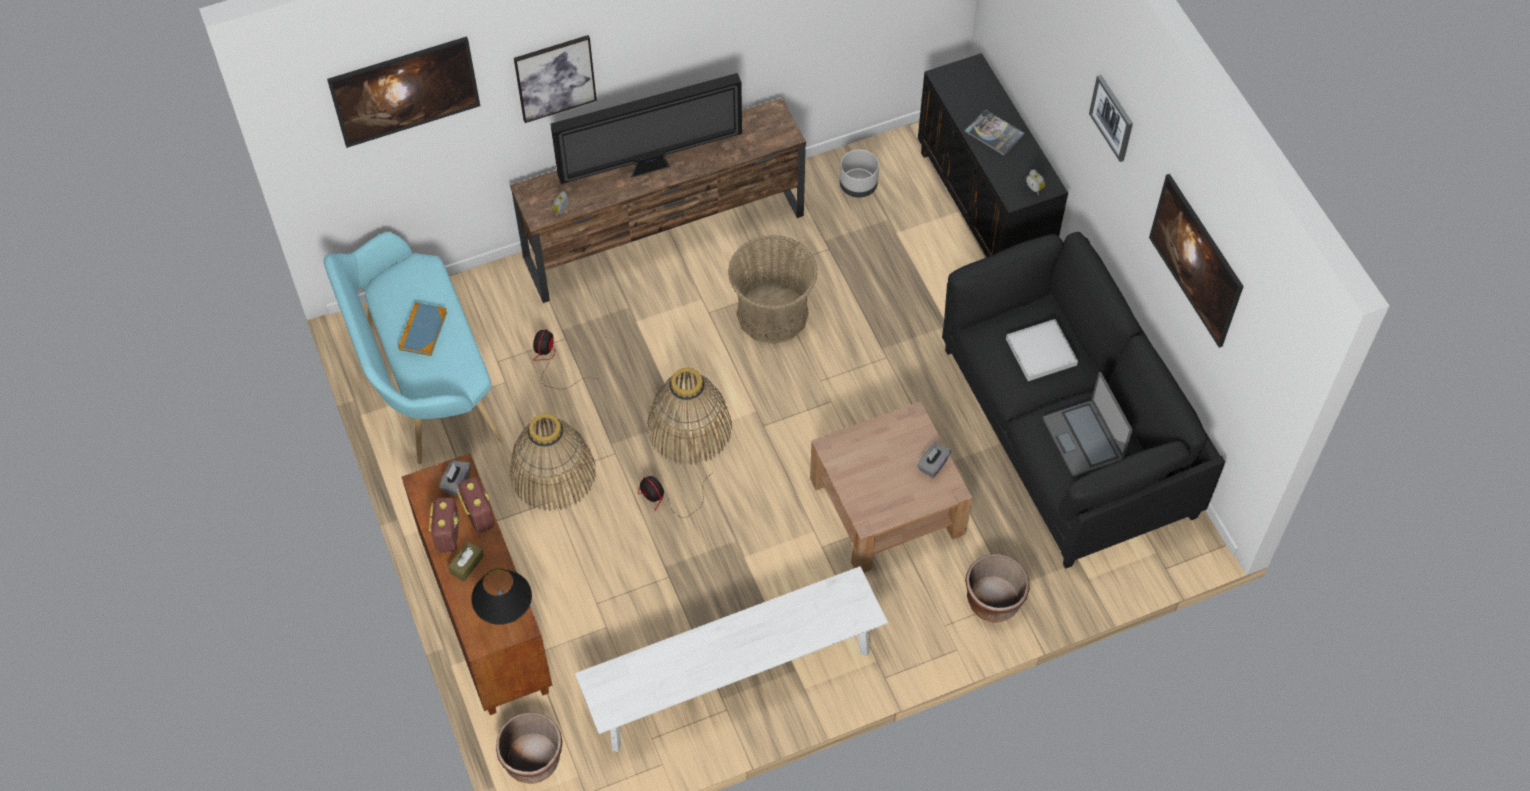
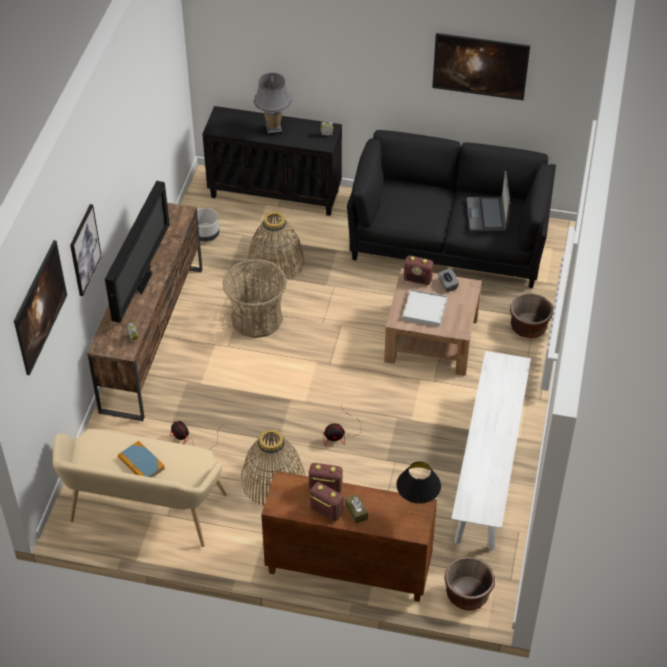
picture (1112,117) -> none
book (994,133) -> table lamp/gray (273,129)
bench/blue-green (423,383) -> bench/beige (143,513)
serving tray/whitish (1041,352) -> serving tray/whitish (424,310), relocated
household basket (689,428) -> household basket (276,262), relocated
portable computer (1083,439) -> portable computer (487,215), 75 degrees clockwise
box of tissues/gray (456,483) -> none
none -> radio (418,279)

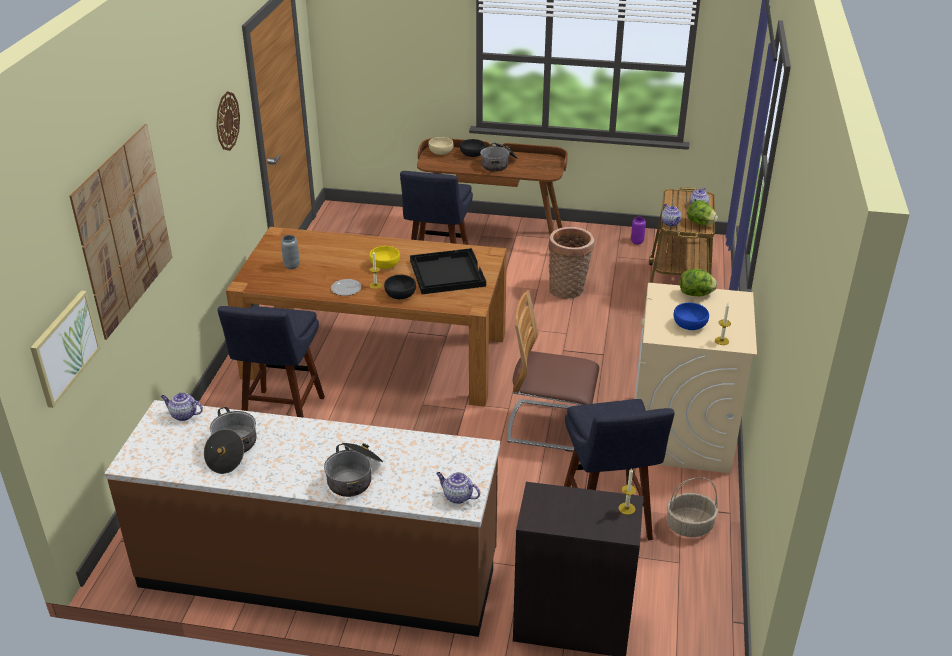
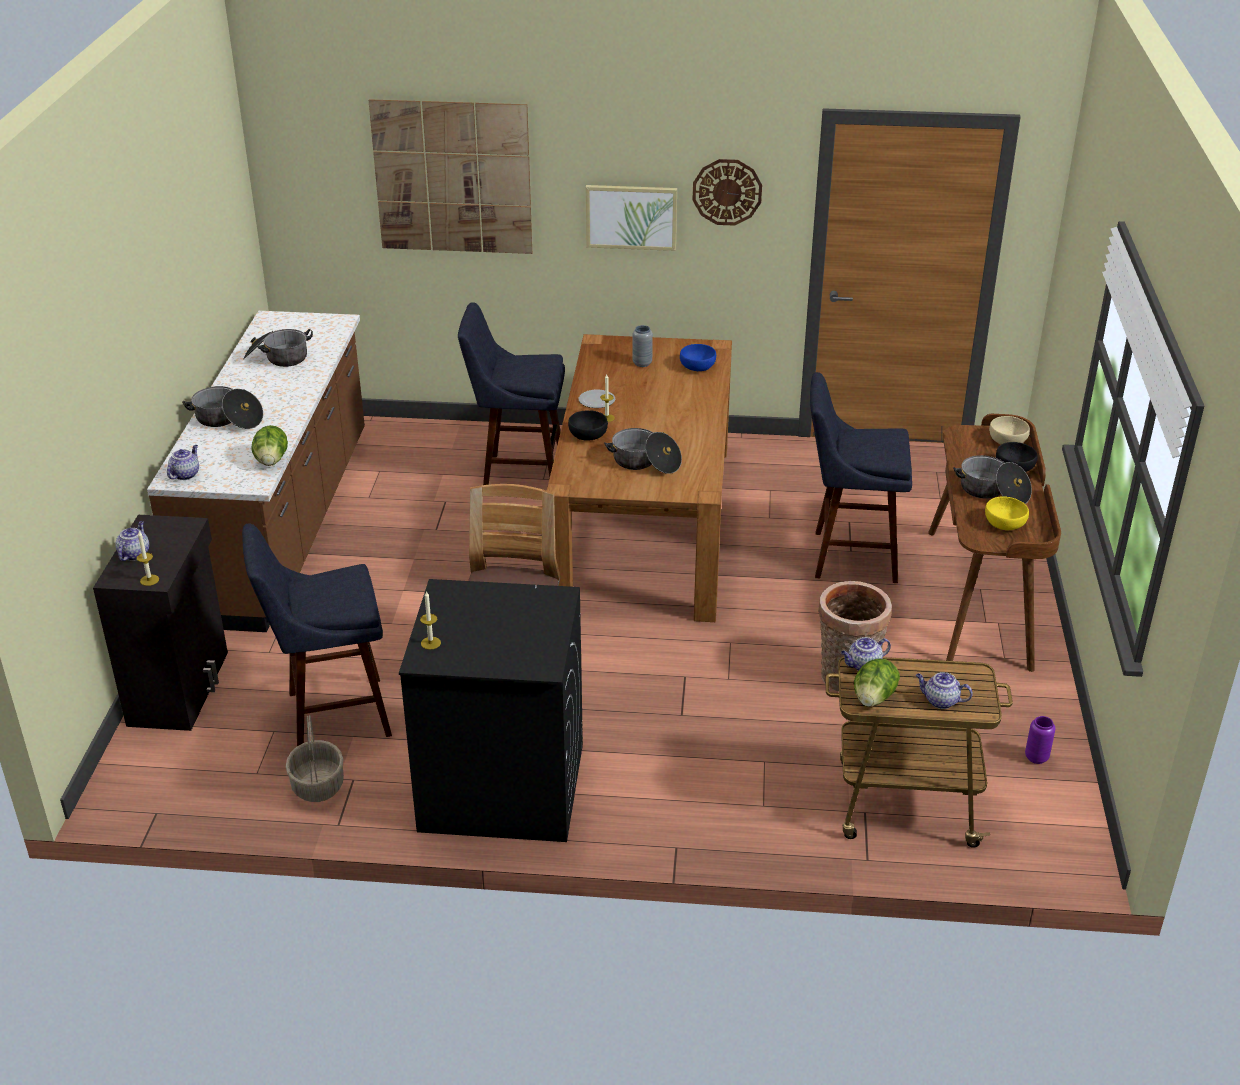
serving bowl/yellow (385,265) -> serving bowl/yellow (1004,524), relocated
serving tray/black (446,273) -> cooking pot (645,462)
lettuce head (696,294) -> lettuce head (271,461), relocated
laundry machine/beige (681,434) -> laundry machine/black (501,787)
picture (64,347) -> picture (631,217), relocated
serving bowl/blue (689,325) -> serving bowl/blue (697,366), relocated
tea pot (183,415) -> tea pot (134,554), relocated

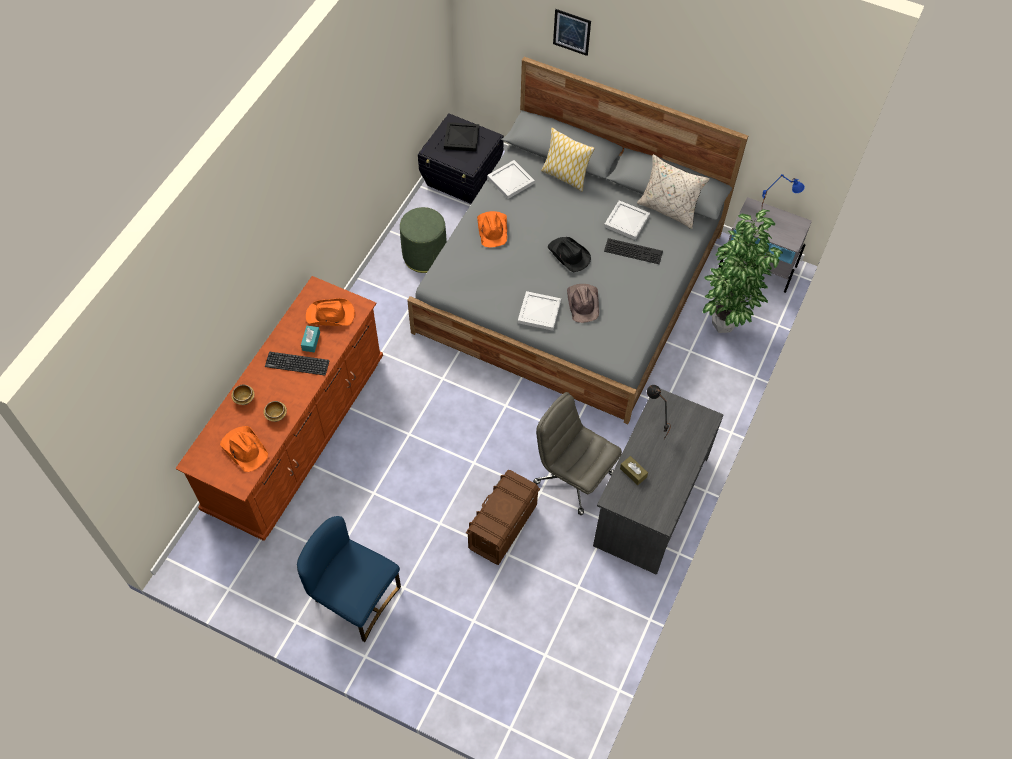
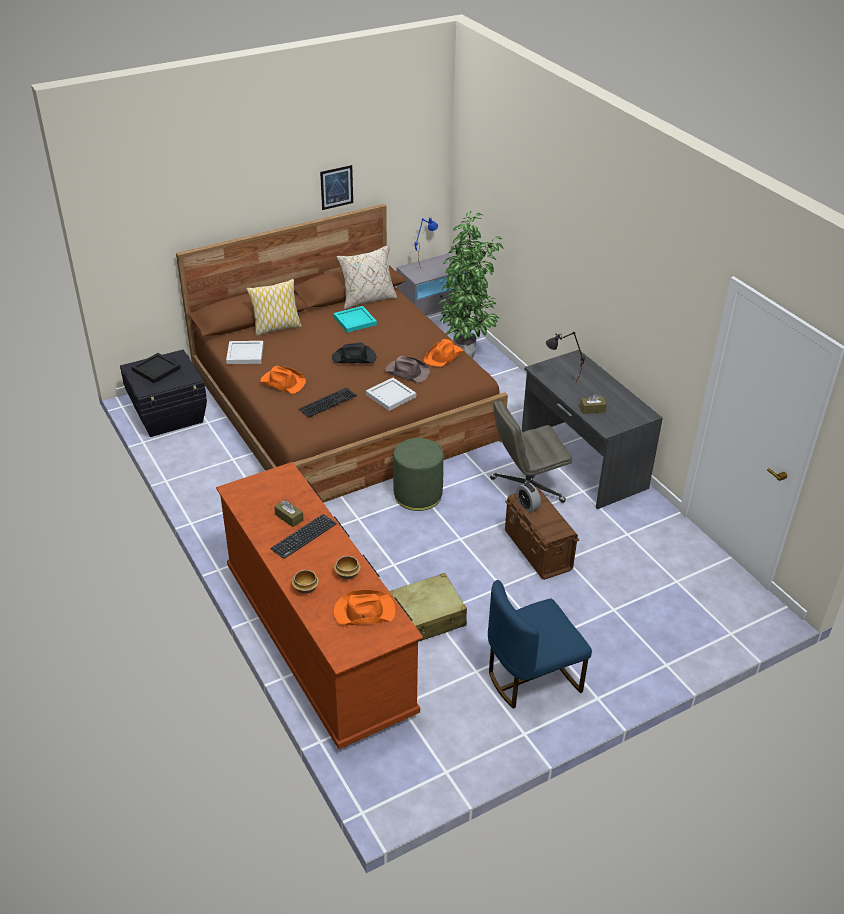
picture (571,32) -> picture (336,187), relocated
bed/gray (571,282) -> bed/brownish (343,407)
serving tray/whitish (627,222) -> serving tray/blue-green (355,321)
pouffe/green-coloured (425,255) -> pouffe/green-coloured (418,495), relocated
PC keyboard (634,250) -> PC keyboard (327,401), relocated
wearable hat/orange (331,315) -> wearable hat/orange (444,356), relocated
box of tissues/blue-green (311,341) -> box of tissues/brownish (289,517)
none -> bedside clock (527,505)
none -> suitcase/beige (427,617)

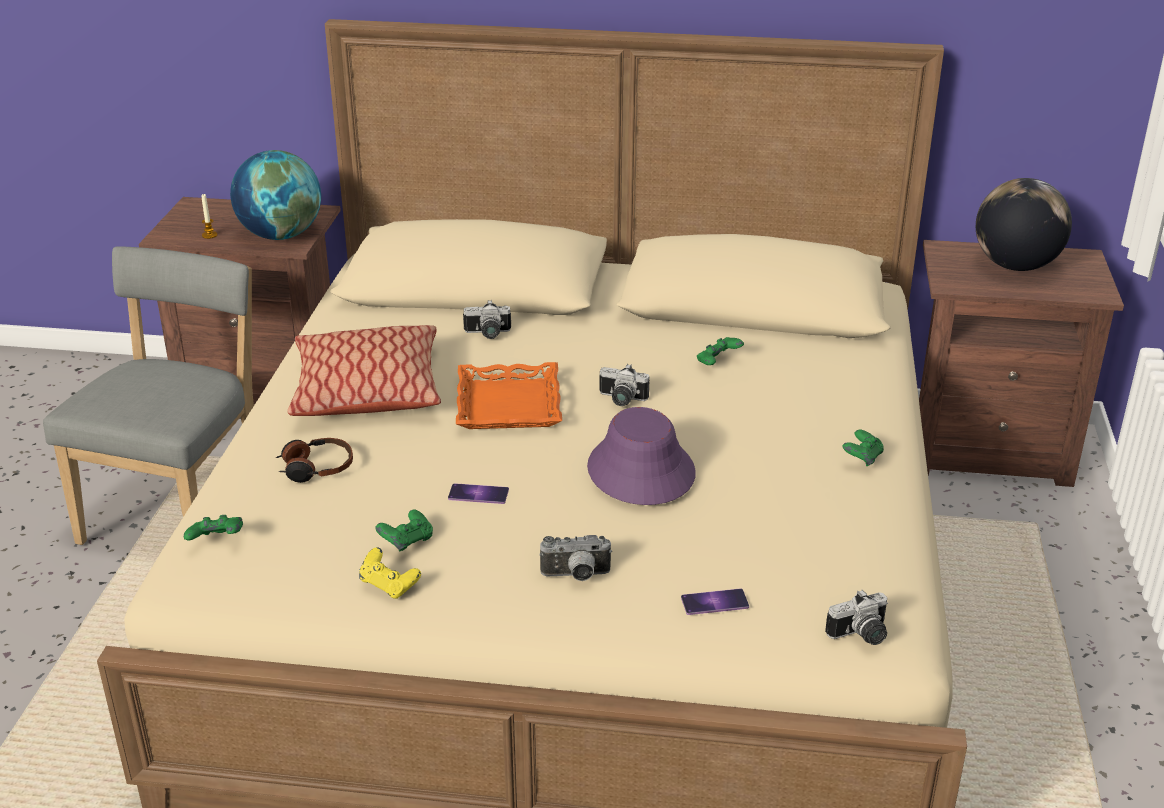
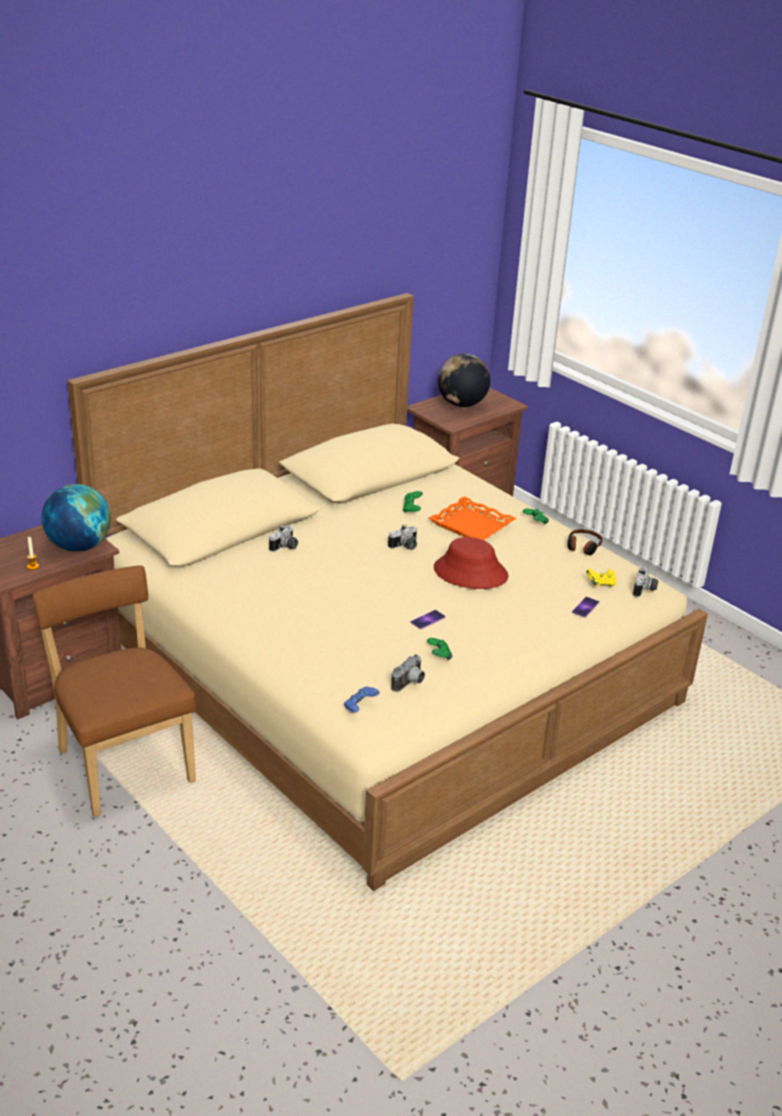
upright chair/gray (182,510) -> upright chair/brownish (123,762)
pillow (367,390) -> none
serving tray/orange (507,404) -> serving tray/orange (471,525), relocated
wearable hat/purple-coloured (640,471) -> wearable hat/reddish (470,573)
headphones (316,468) -> headphones (583,547), relocated
game controller/green-coloured (217,541) -> game controller/blue (360,707)
still camera (576,576) -> still camera (410,684), relocated
game controller/yellow (389,586) -> game controller/yellow (600,584), relocated

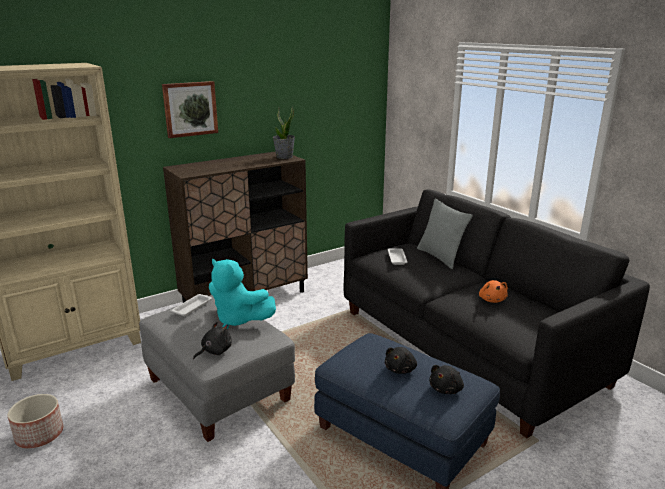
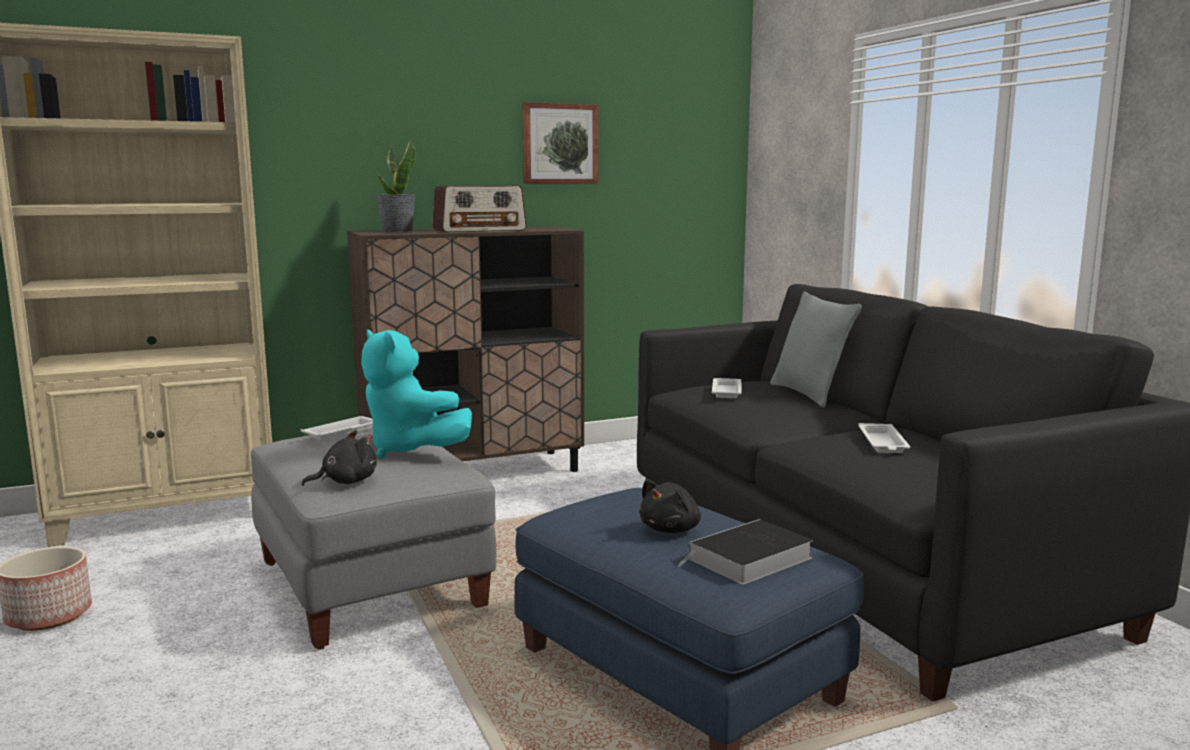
picture (190,109) -> picture (559,144), relocated
houseplant (284,157) -> houseplant (397,231), relocated
cuddly toy/orange (492,300) -> serving tray/whitish (883,443)
cuddly toy/black (446,389) -> book (748,560)
none -> radio (479,230)

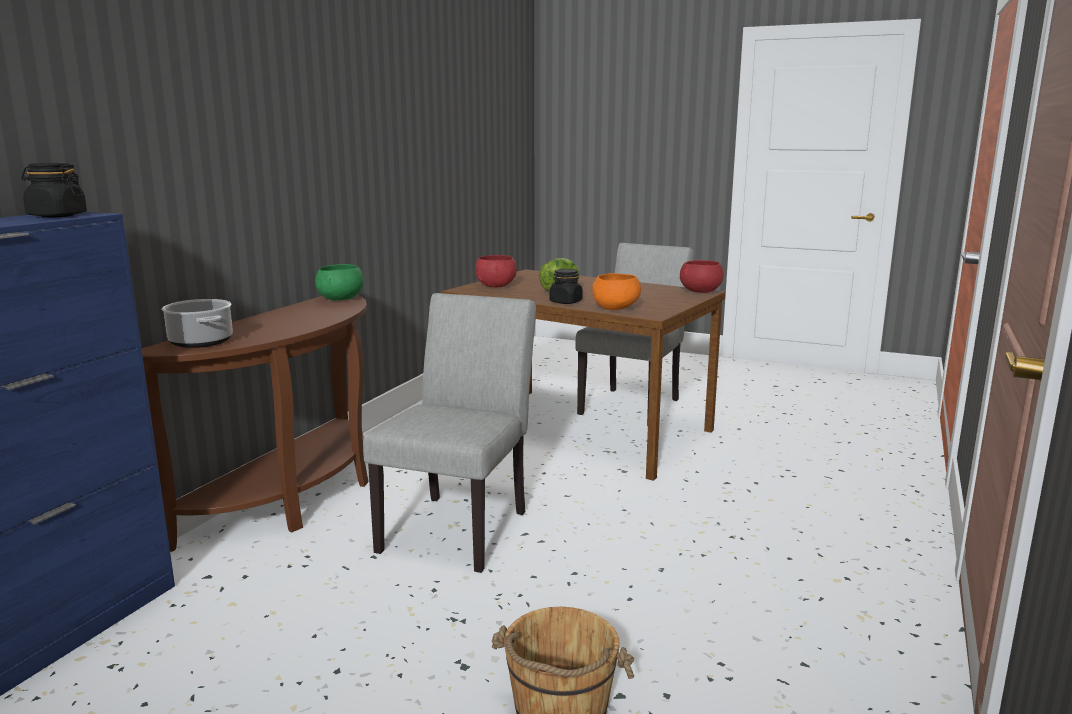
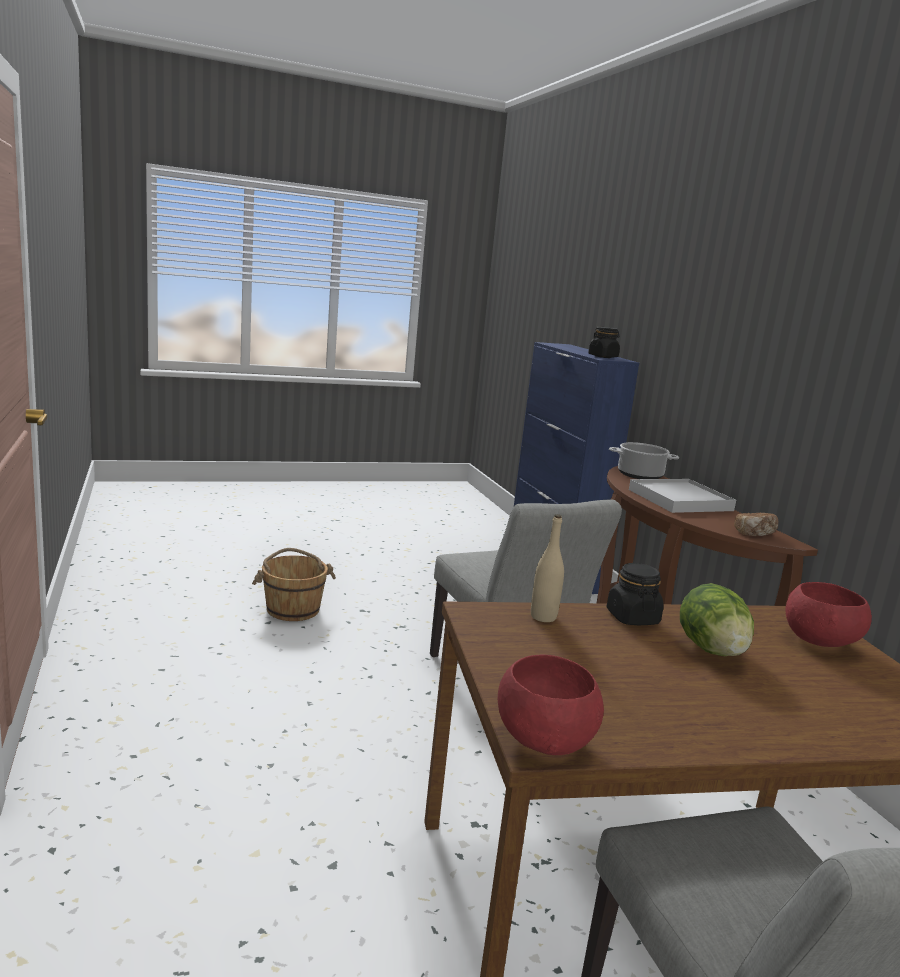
serving bowl/green-coloured (341,299) -> bread (755,533)
serving bowl/orange (616,309) -> drink bottle/beige (543,617)
none -> serving tray/whitish (679,500)

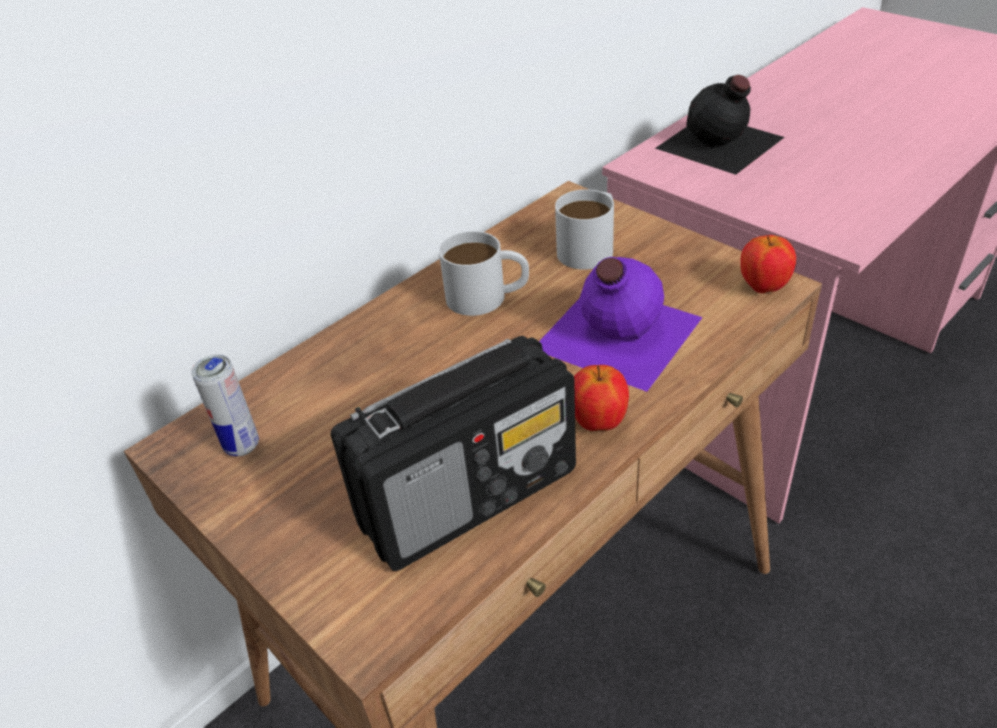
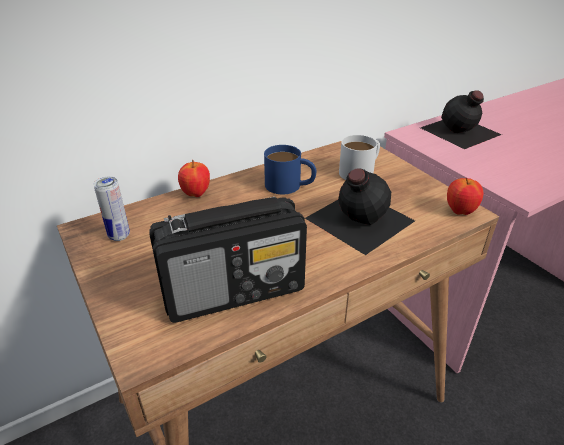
coffee mug/whitish (488,296) -> coffee mug/blue (290,185)
drink bottle/purple-coloured (615,333) -> drink bottle/black (357,219)
whole apple (598,423) -> whole apple (196,194), relocated

